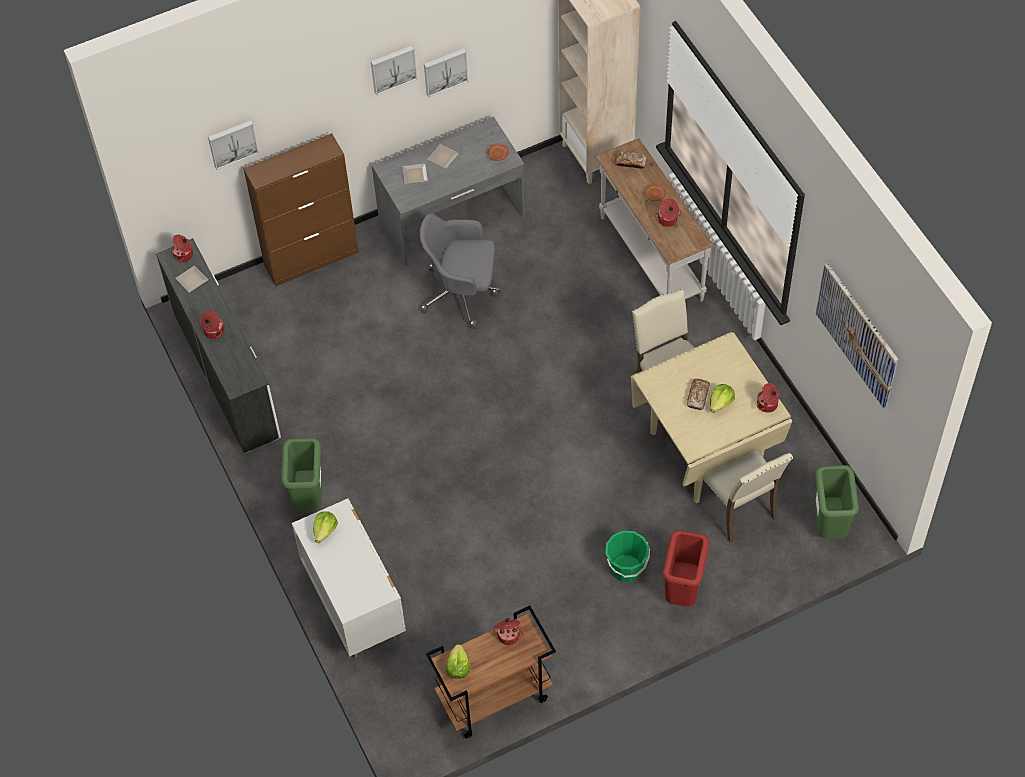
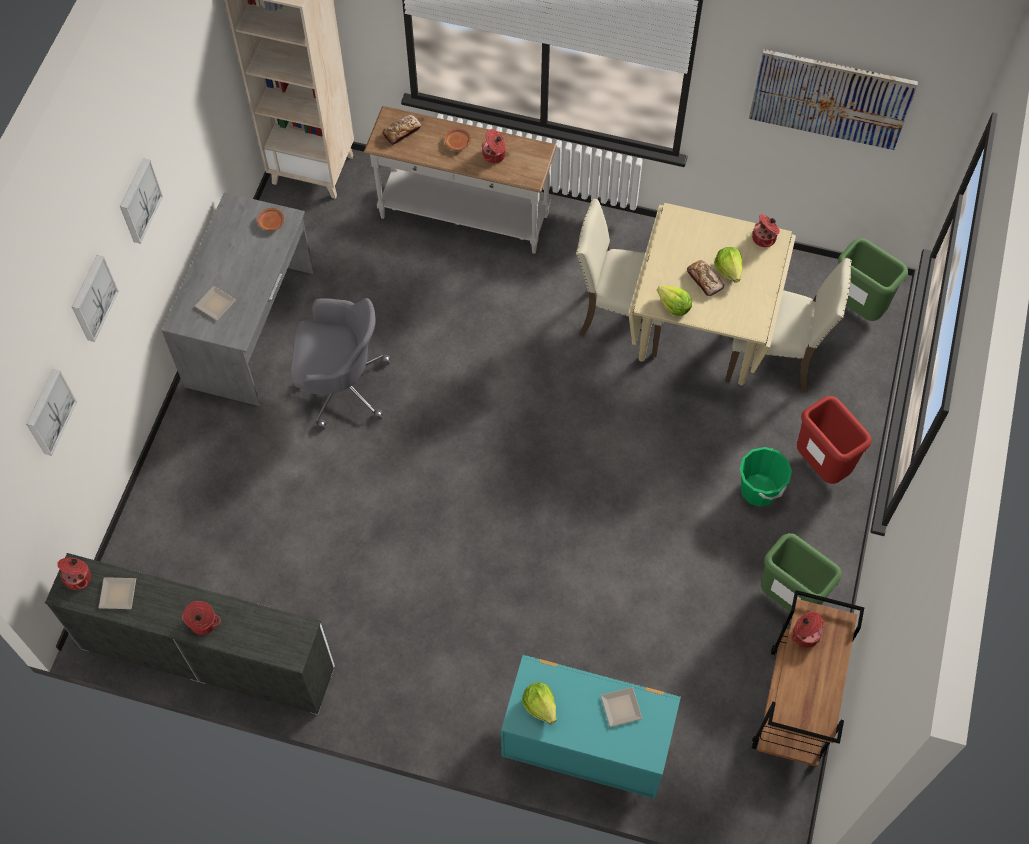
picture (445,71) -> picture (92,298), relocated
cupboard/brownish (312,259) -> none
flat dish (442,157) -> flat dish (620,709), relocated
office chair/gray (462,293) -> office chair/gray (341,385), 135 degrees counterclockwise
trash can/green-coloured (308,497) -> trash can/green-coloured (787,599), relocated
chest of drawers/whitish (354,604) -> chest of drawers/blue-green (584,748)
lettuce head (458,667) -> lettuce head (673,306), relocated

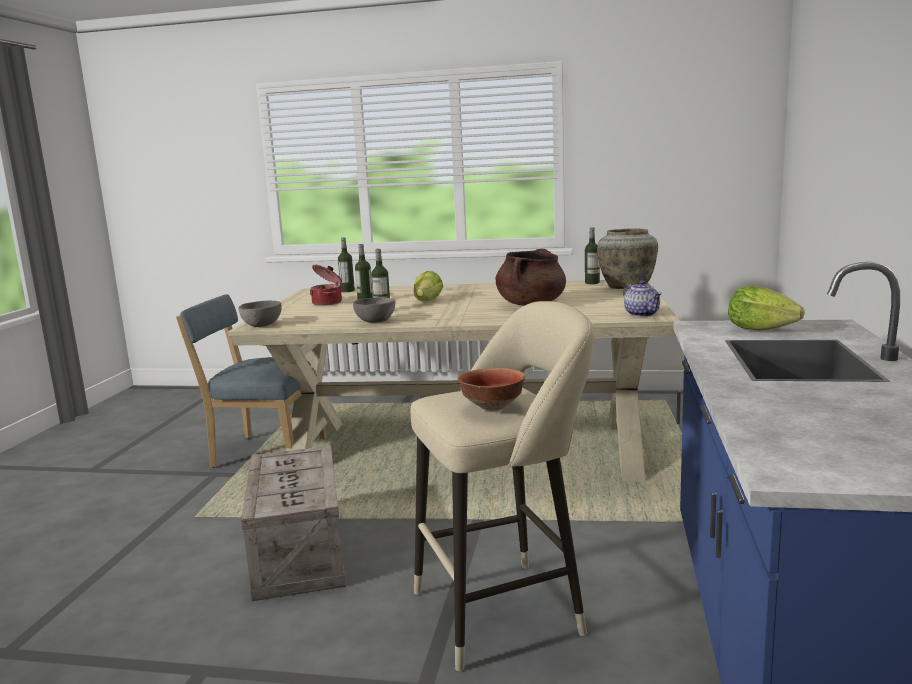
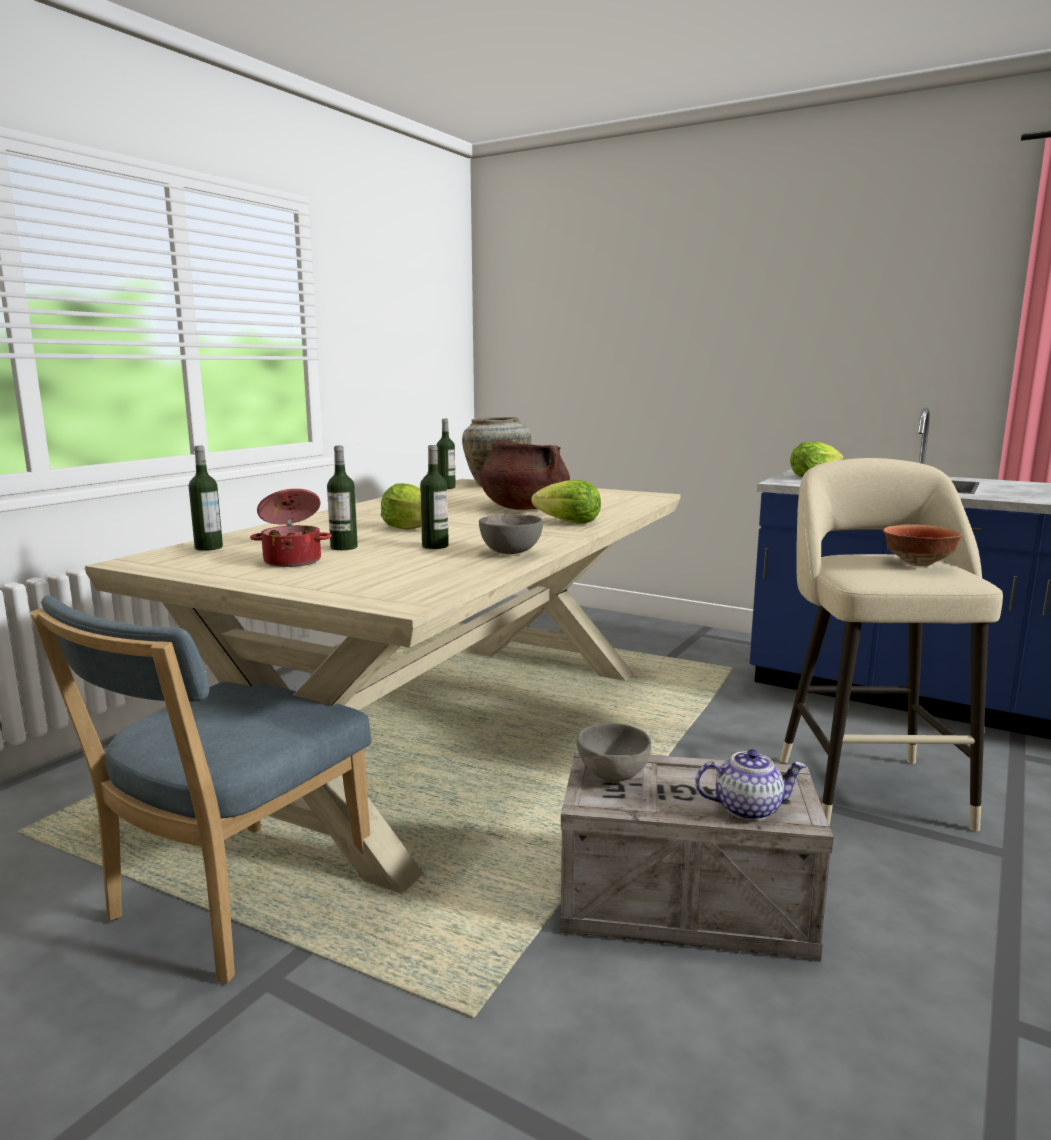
tea pot (642,314) -> tea pot (748,808), relocated
serving bowl/gray (261,325) -> serving bowl/gray (612,775), relocated
none -> lettuce head (569,523)

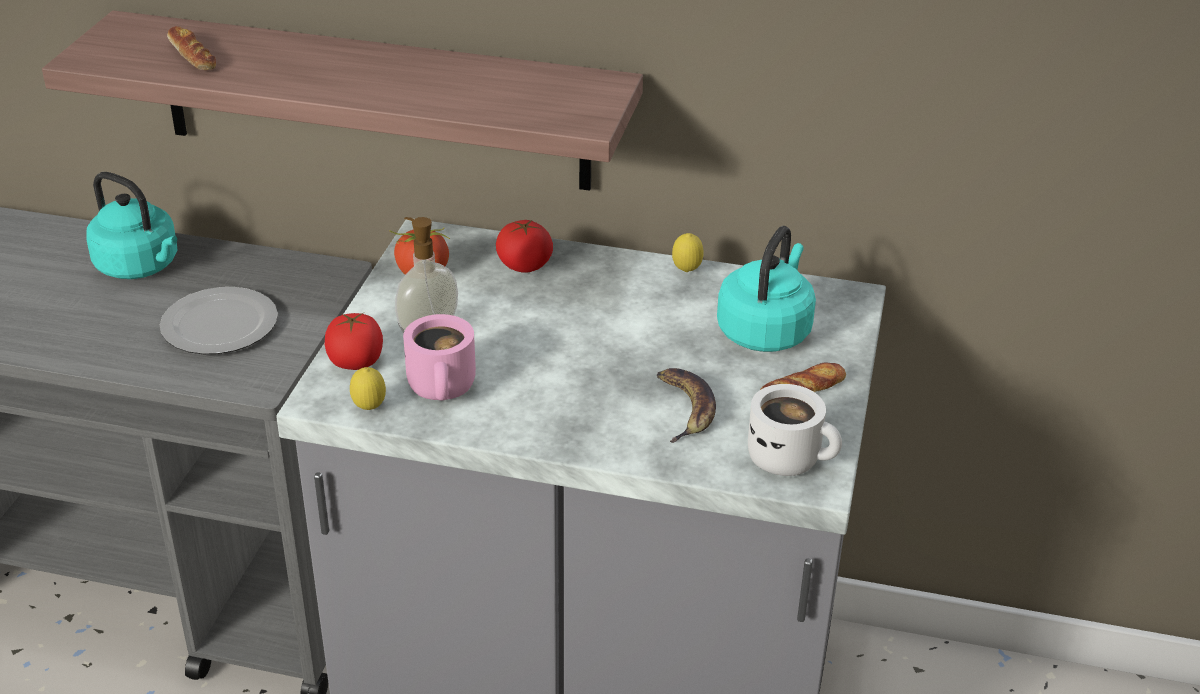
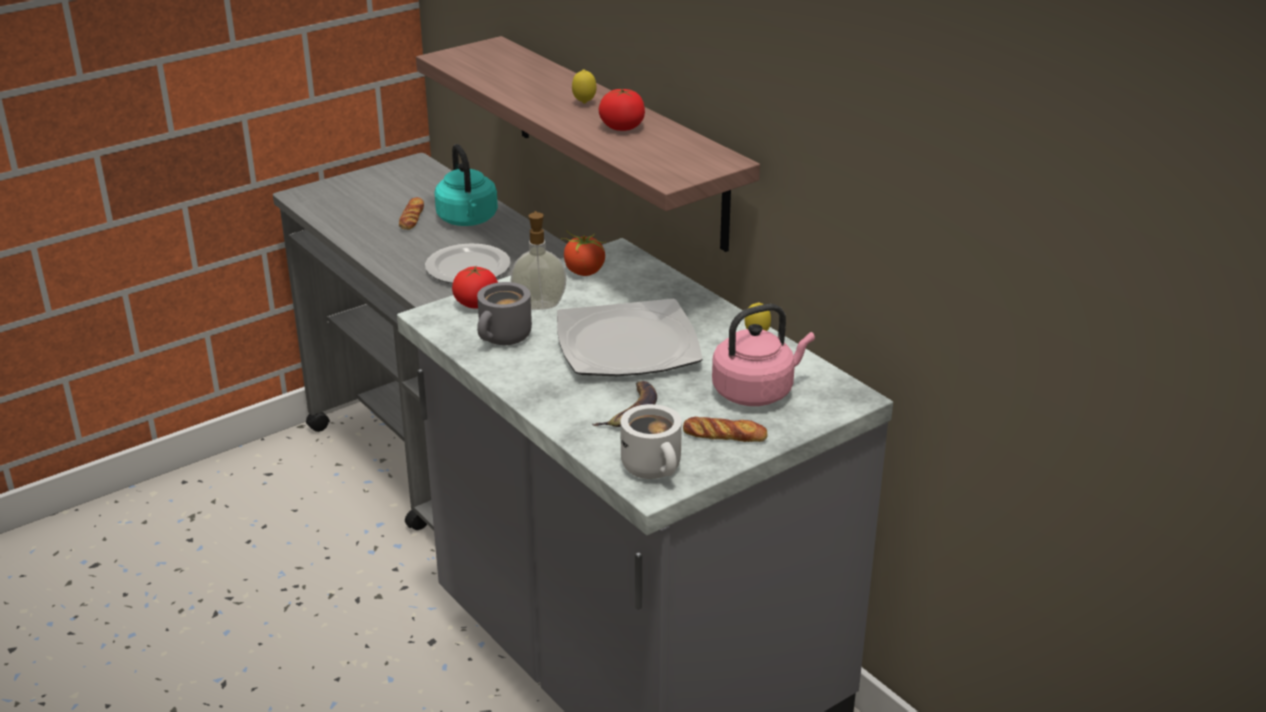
bread (192,55) -> bread (412,218), relocated
fresh tomato (524,265) -> fresh tomato (622,127), relocated
water kettle/blue-green (765,330) -> water kettle/pink (756,391)
coffee mug/pink (445,389) -> coffee mug/gray (504,339)
citrus fruit (369,409) -> citrus fruit (584,103), relocated
none -> flat dish (626,344)

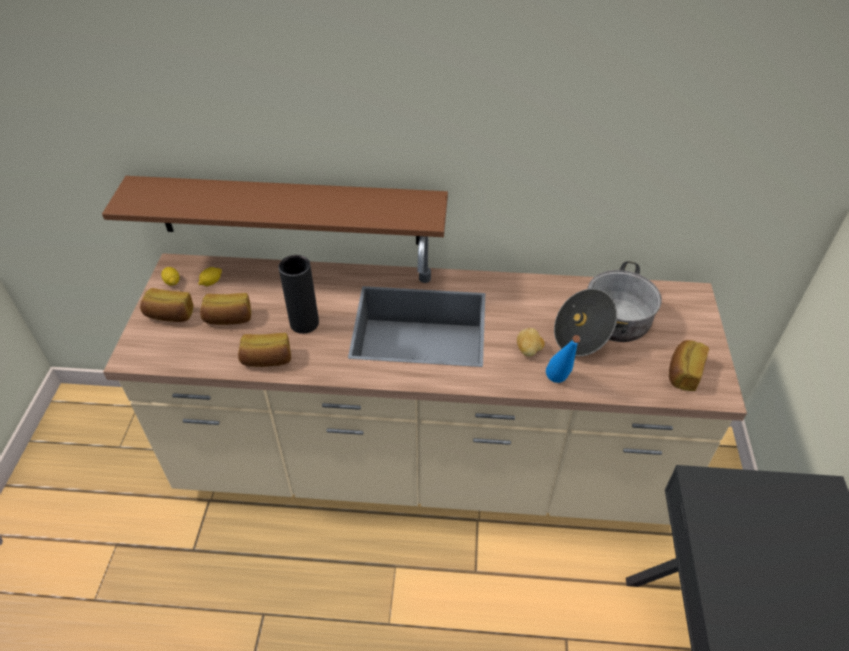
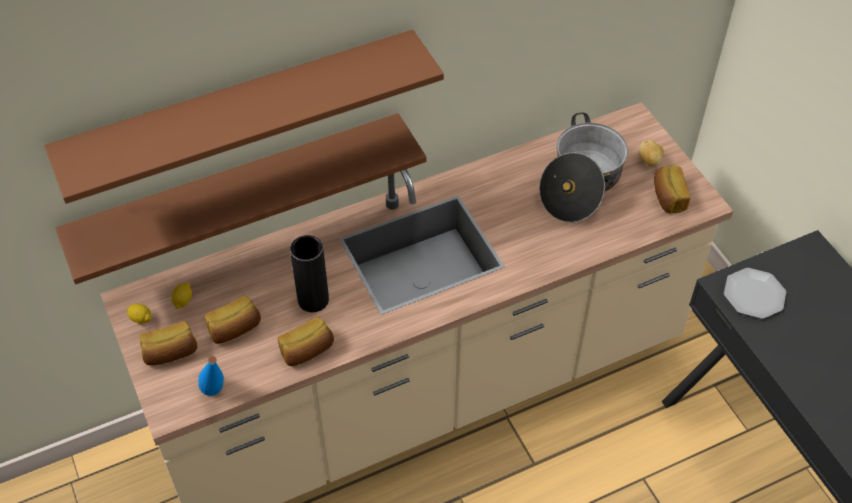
potato (529,351) -> potato (649,161), relocated
drink bottle/blue (558,385) -> drink bottle/blue (217,397), relocated
none -> wall shelf/brownish (242,113)
none -> flat dish (754,295)

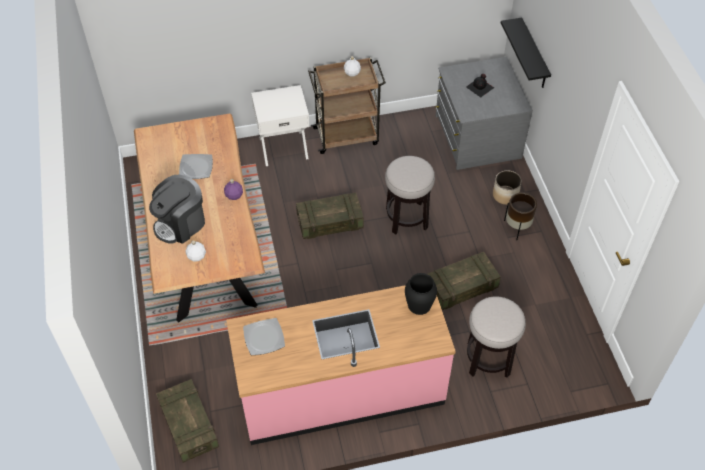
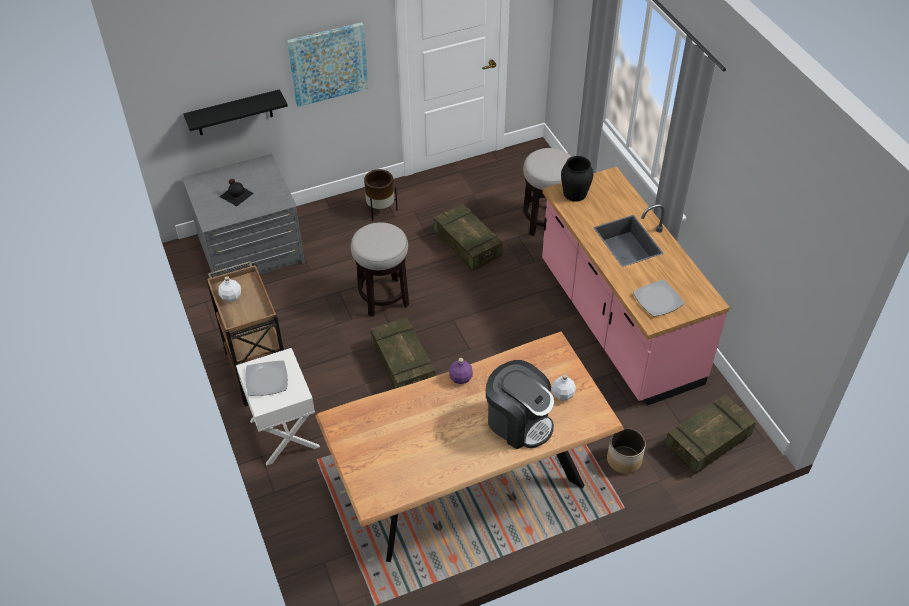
flat dish (195,167) -> flat dish (267,380), relocated
planter (505,195) -> planter (624,460), relocated
none -> picture (328,63)

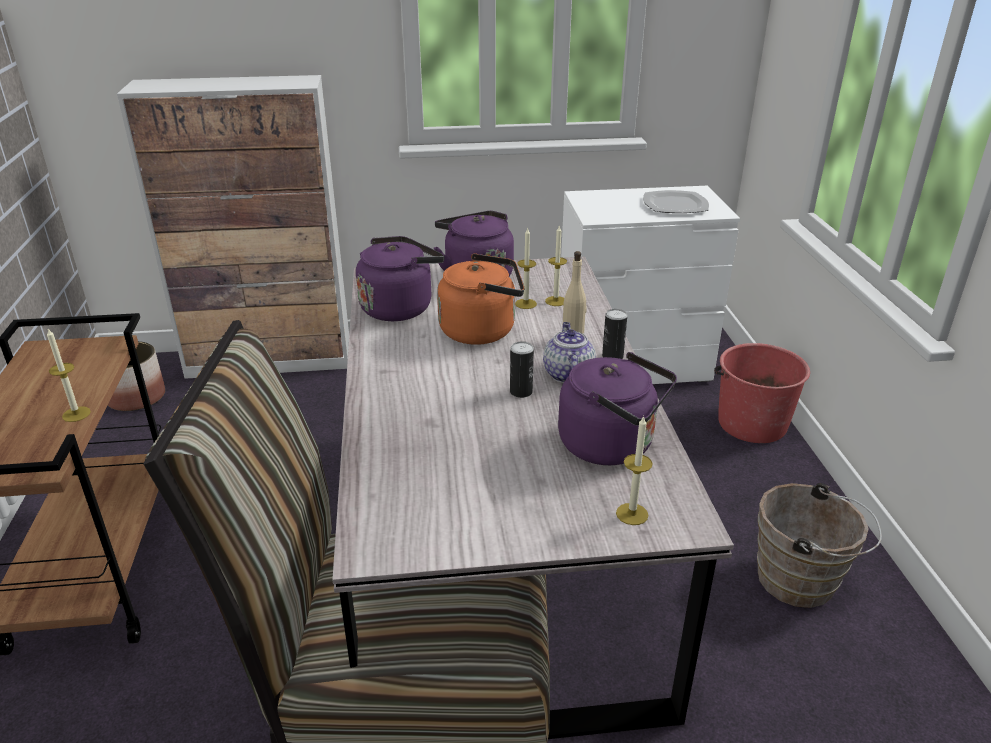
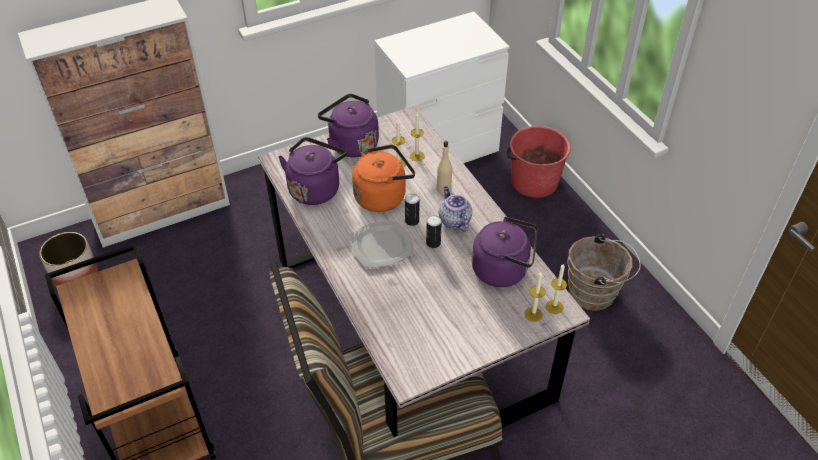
flat dish (676,205) -> flat dish (382,246), relocated
sealed can (612,356) -> sealed can (412,221), relocated
candle (76,414) -> candle (554,307), relocated

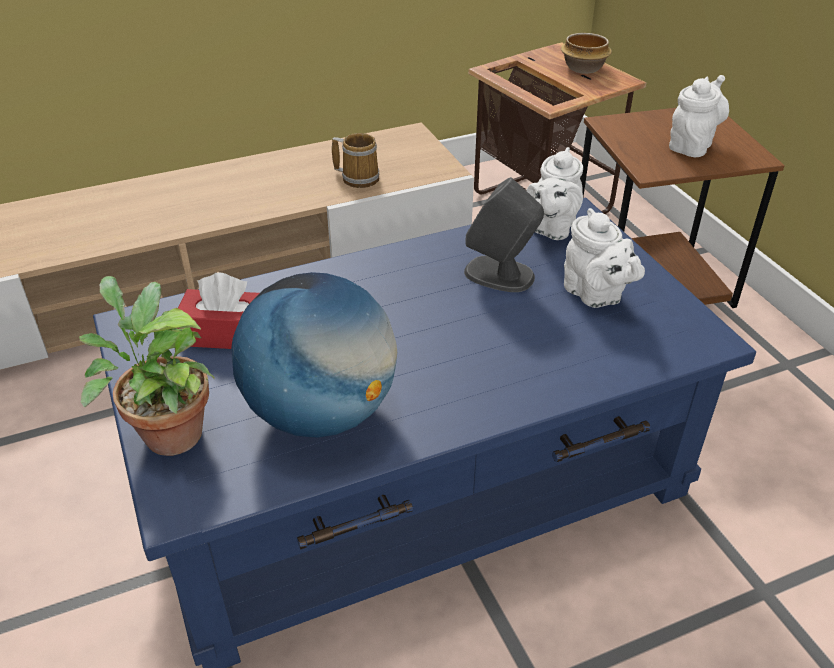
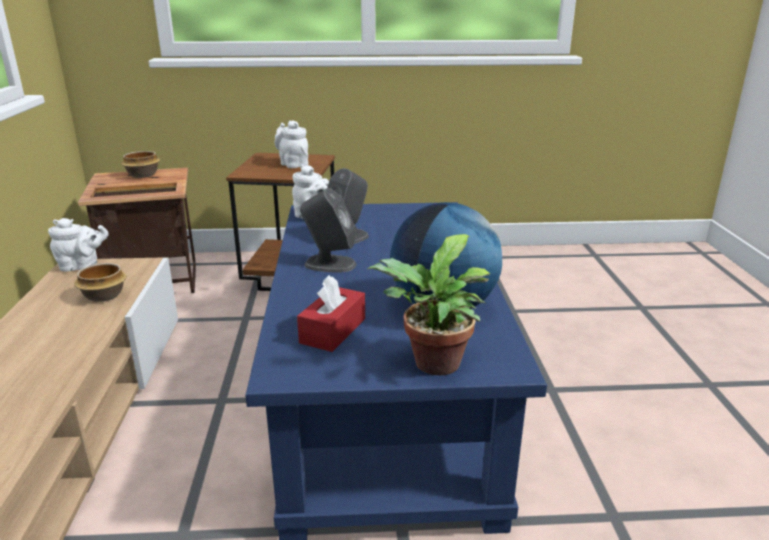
coffee mug (358,177) -> serving bowl (103,296)
tea pot/whitish (596,295) -> tea pot/whitish (82,266), relocated
none -> speaker/gray (329,264)

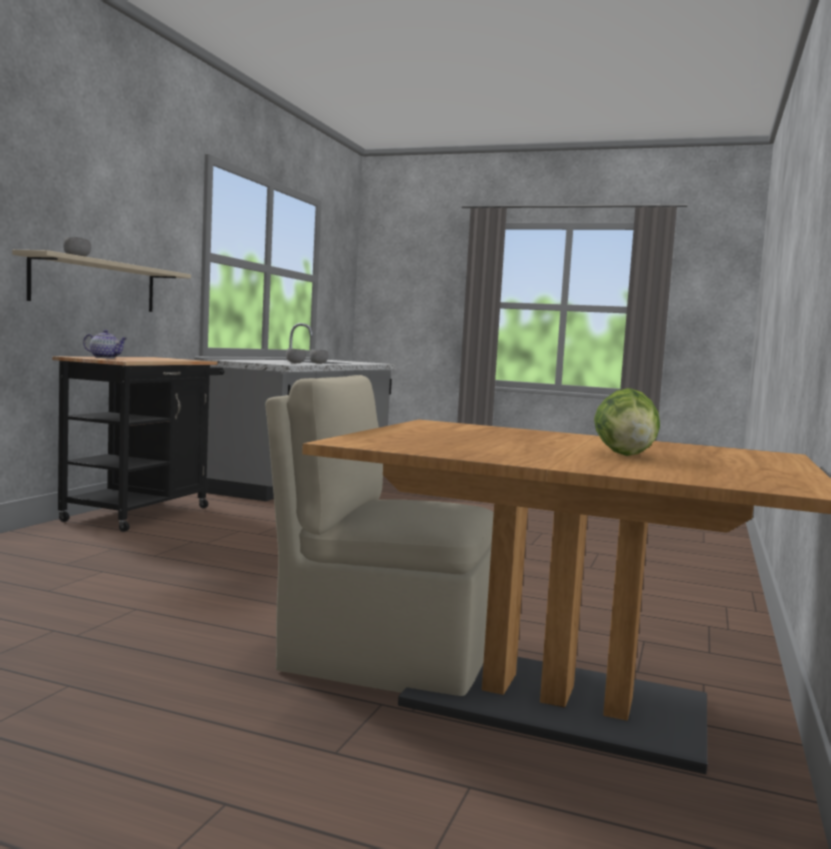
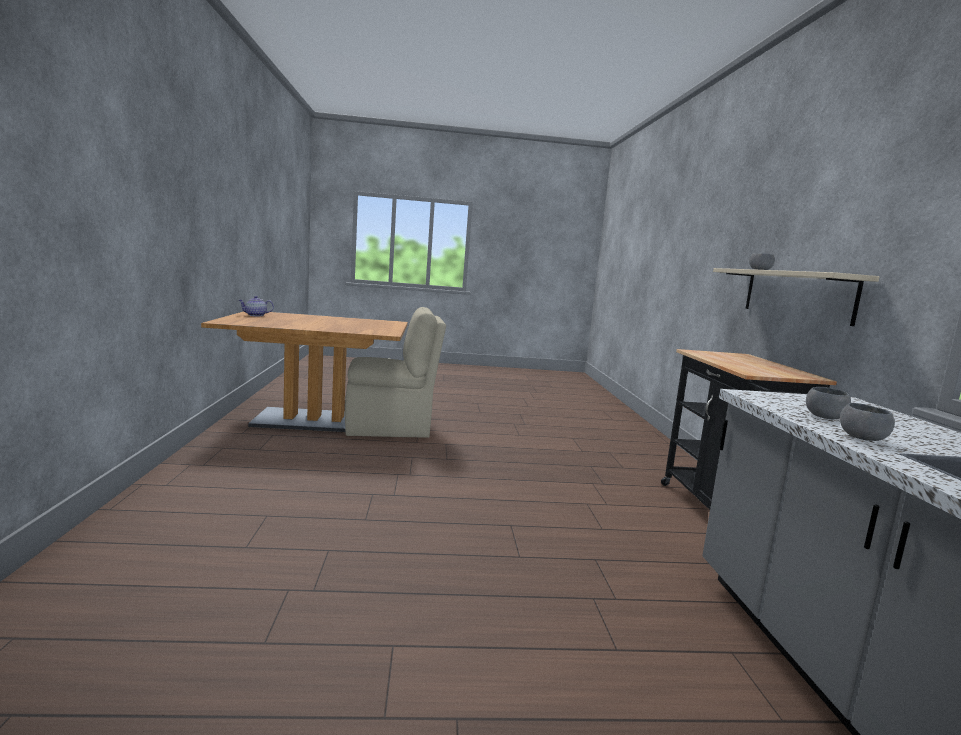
tea pot (105,358) -> tea pot (255,315), relocated
lettuce head (625,455) -> none

